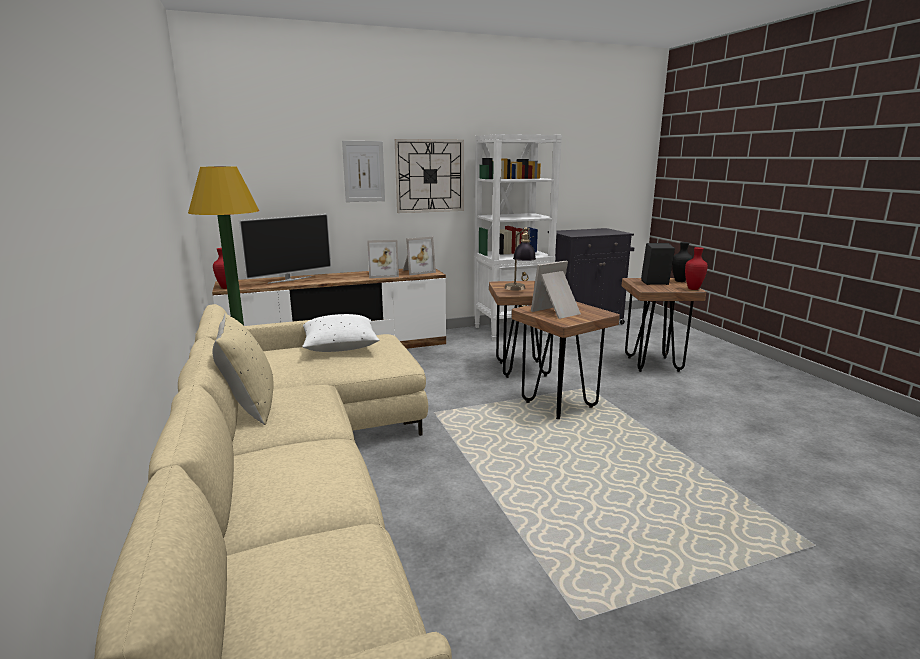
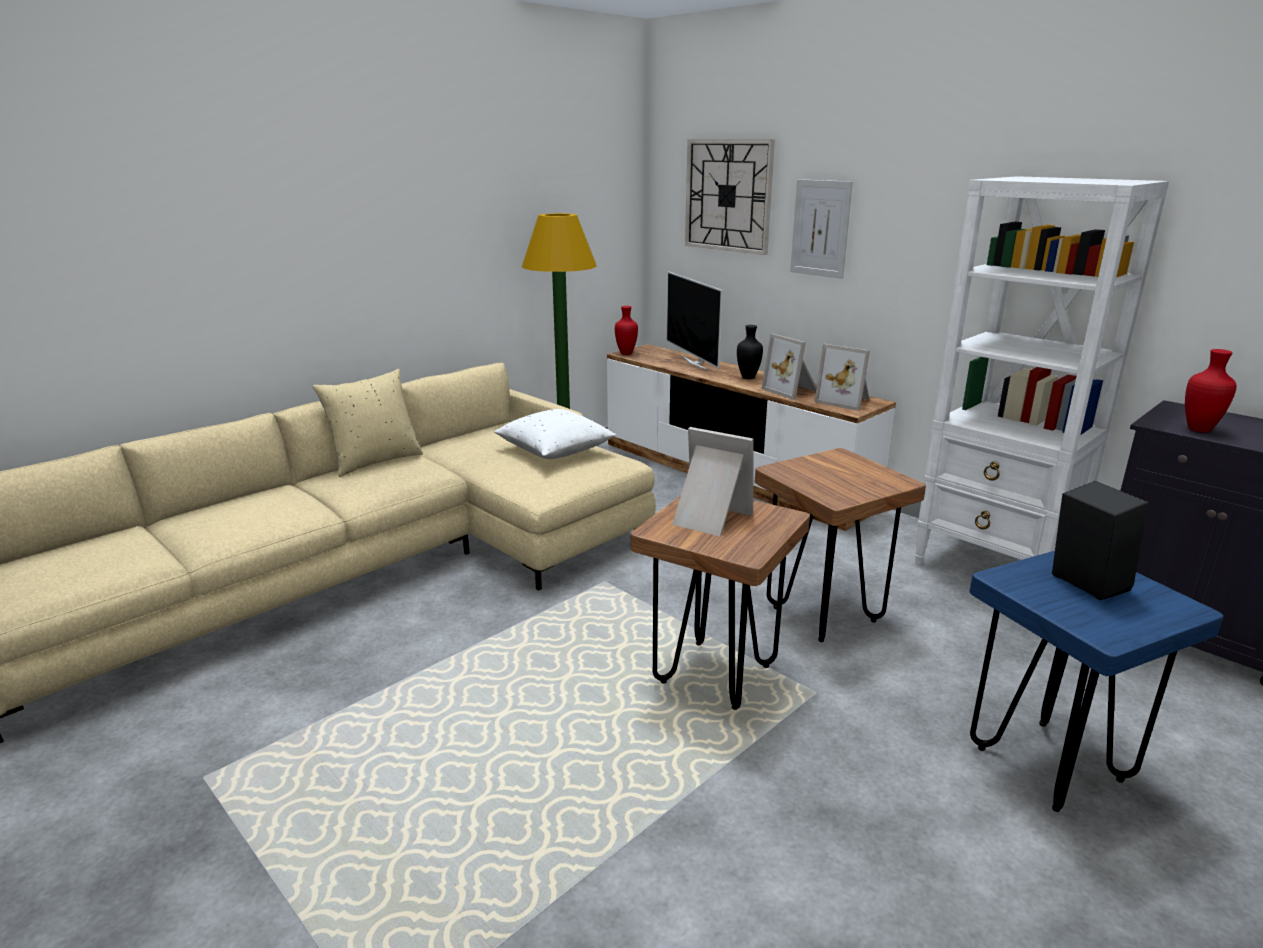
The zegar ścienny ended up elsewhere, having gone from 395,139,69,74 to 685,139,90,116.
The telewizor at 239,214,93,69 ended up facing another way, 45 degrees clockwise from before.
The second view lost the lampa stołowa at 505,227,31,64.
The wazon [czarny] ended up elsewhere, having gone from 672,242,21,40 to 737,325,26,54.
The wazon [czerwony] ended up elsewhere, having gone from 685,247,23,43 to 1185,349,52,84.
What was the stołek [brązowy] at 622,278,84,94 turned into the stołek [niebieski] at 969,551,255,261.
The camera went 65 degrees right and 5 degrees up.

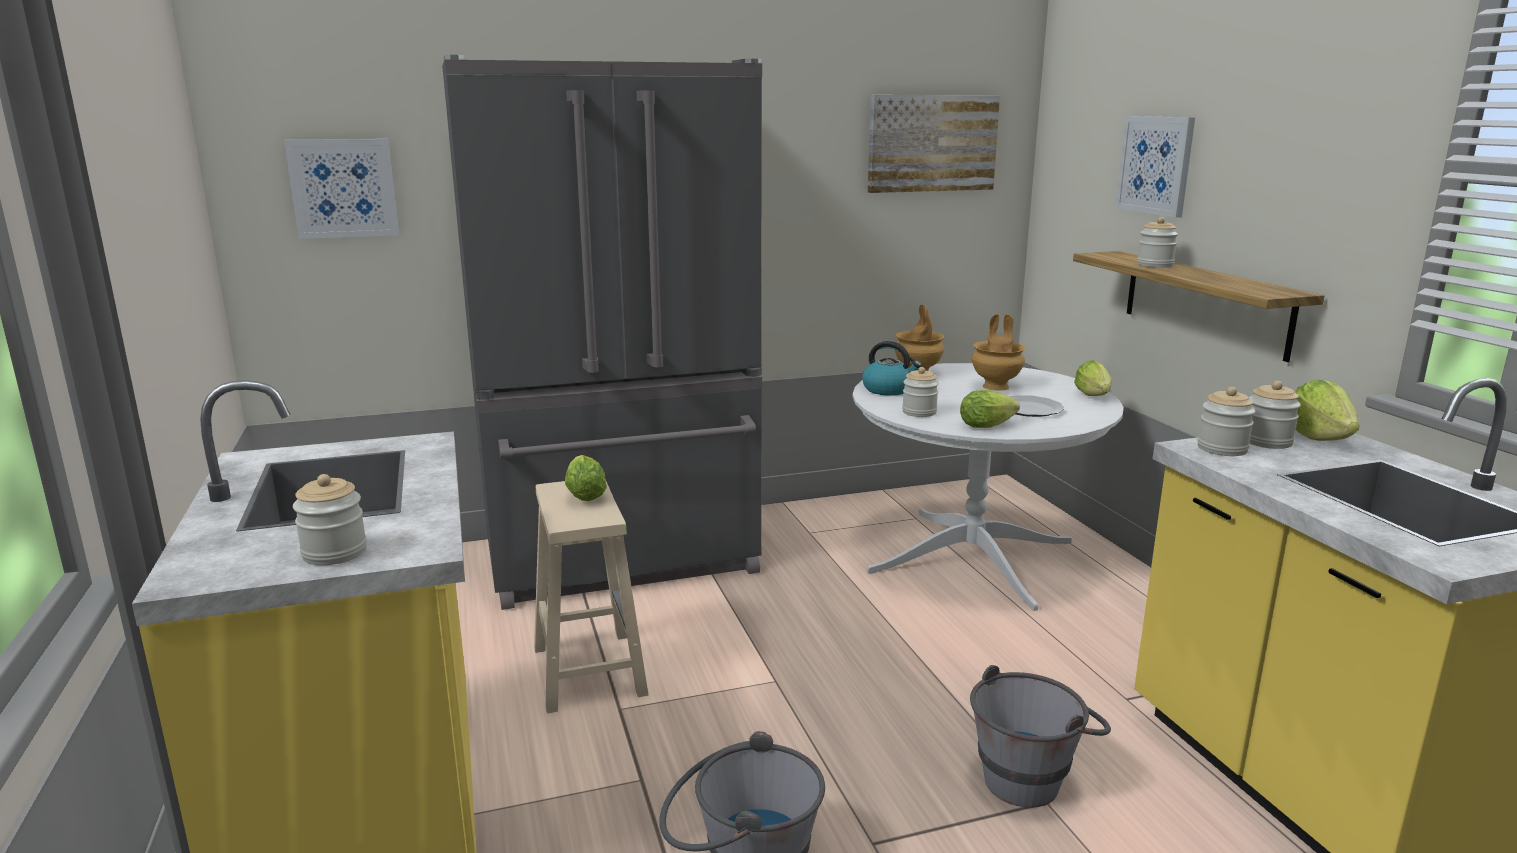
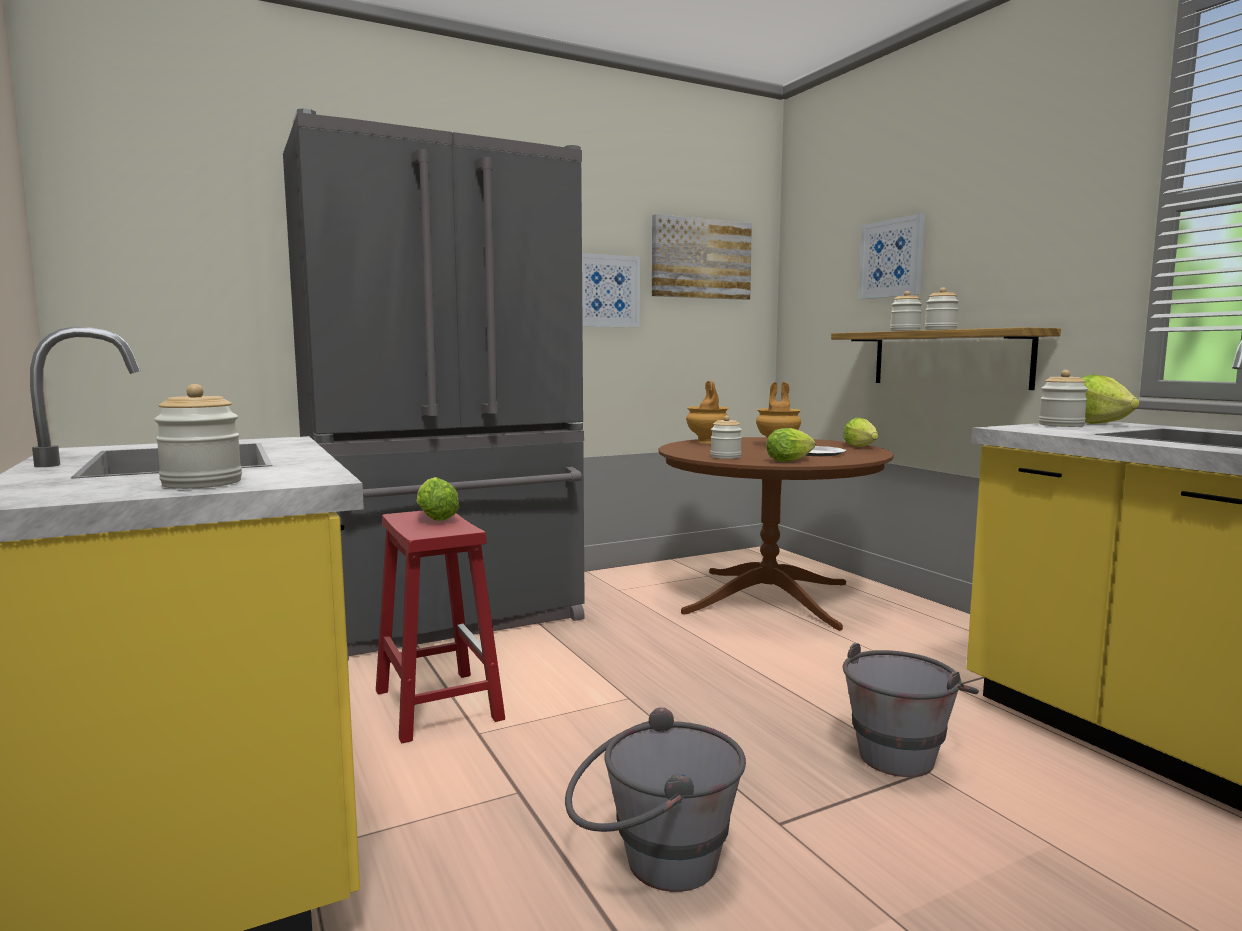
The obraz ended up elsewhere, having gone from 284,139,115,100 to 582,253,58,75.
The second view lost the czajnik at 862,341,60,55.
What was the stół jadalny [biały] at 853,363,271,248 turned into the stół jadalny [brązowy] at 659,437,235,194.
The słoik ended up elsewhere, having gone from 1197,387,59,69 to 925,287,34,43.
What was the stołek [beżowy] at 534,479,115,234 turned into the stołek [czerwony] at 376,511,129,232.
The camera went 10 degrees left and 10 degrees down.

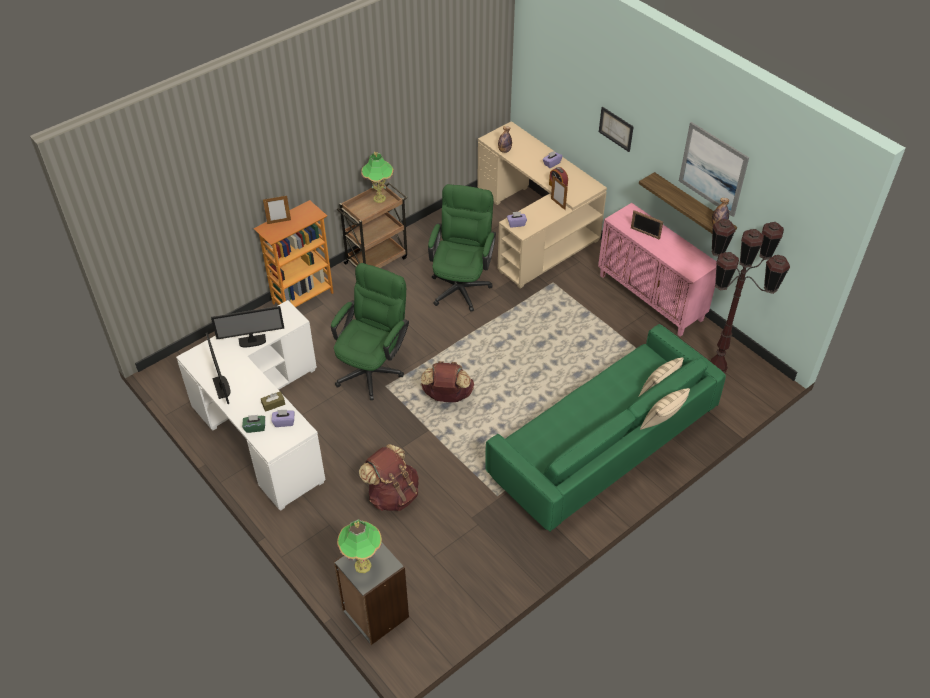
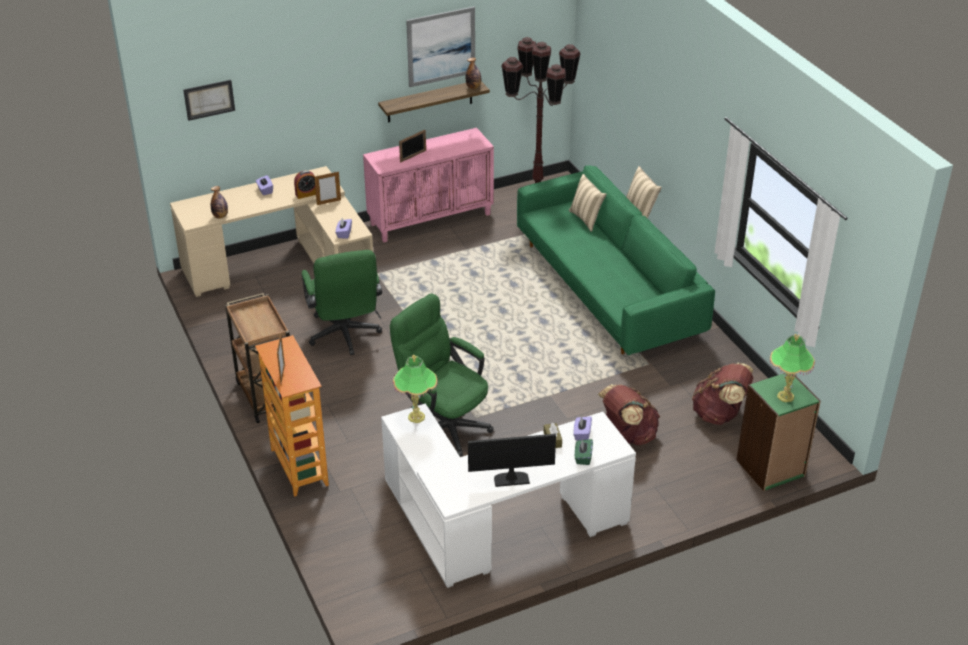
The obraz ended up elsewhere, having gone from 599,107,35,45 to 183,80,52,41.
The lampa stołowa ended up elsewhere, having gone from 361,152,33,51 to 393,355,45,68.
The krzesło biurowe [zielony] at 428,184,68,128 ended up facing another way, 135 degrees counterclockwise from before.
The second view lost the monitor at 211,306,73,41.
The plecak [brązowy] ended up elsewhere, having gone from 421,361,53,41 to 692,363,61,62.
What was the regał [szary] at 334,543,75,102 turned into the regał [zielony] at 736,373,85,118.
The camera went 75 degrees left and 10 degrees down.

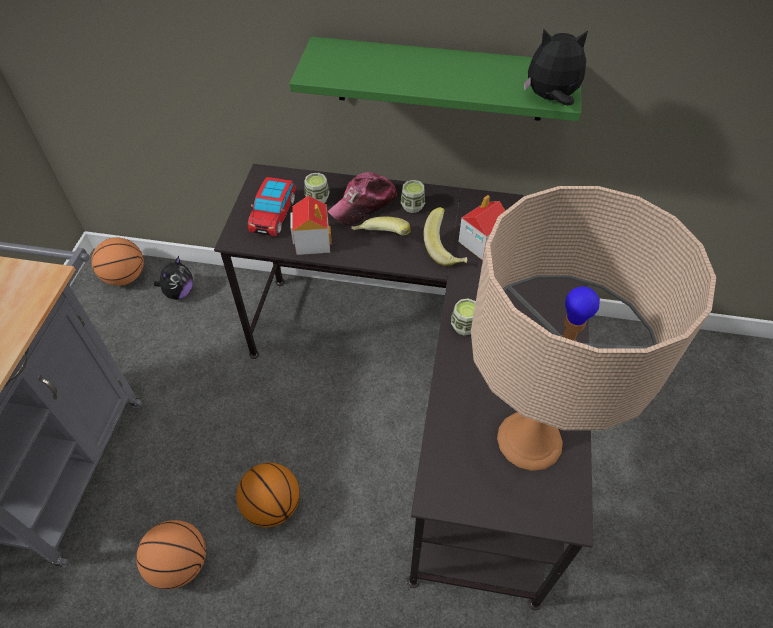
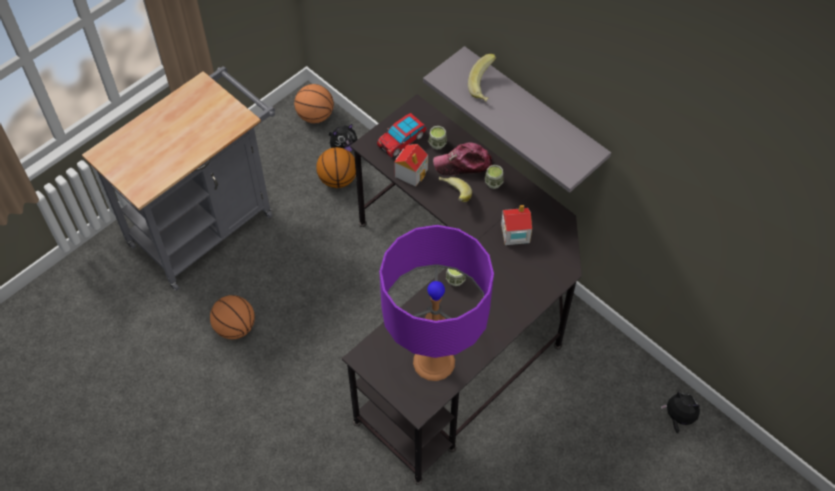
The pluszak ended up elsewhere, having gone from 524,29,64,77 to 661,391,39,42.
What was the półka [zielony] at 289,37,292,84 turned into the półka [szary] at 423,46,188,147.
What was the lampa stołowa [beżowy] at 471,186,245,285 turned into the lampa stołowa [fioletowy] at 379,225,115,156.
The banan ended up elsewhere, having gone from 423,207,44,59 to 468,54,28,47.
The piłka do koszykówki ended up elsewhere, having gone from 236,463,64,64 to 316,147,40,41.
The camera went 35 degrees right and 5 degrees up.

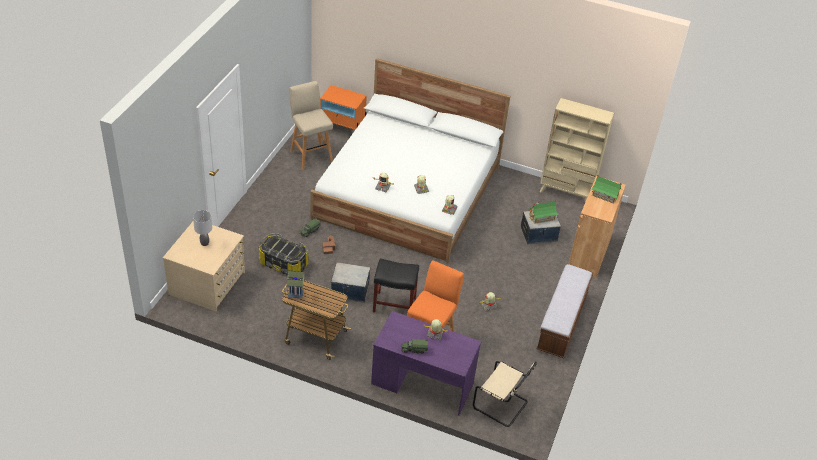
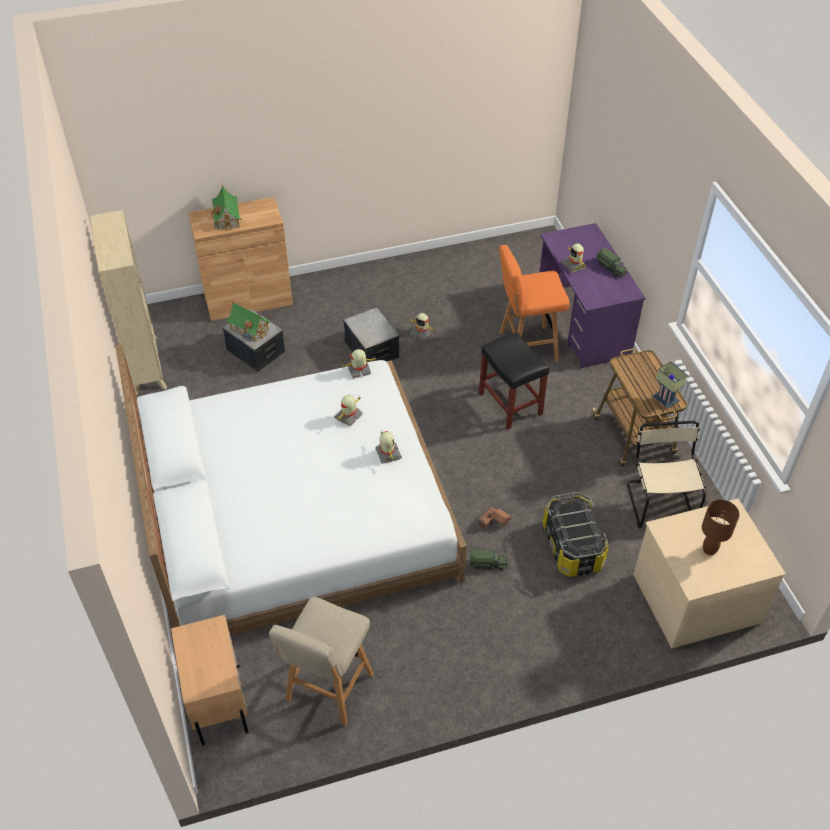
What was the szafka nocna [pomarańczowy] at 320,85,47,45 turned into the szafka nocna [beżowy] at 171,615,77,131.
What was the lampa stołowa [szary] at 193,210,19,36 turned into the lampa stołowa [brązowy] at 702,500,37,55.
The pojemnik do przechowywania ended up elsewhere, having gone from 331,262,39,40 to 343,307,57,55.
The second view lost the ławka at 536,264,58,94.
The krzesło [beżowy] ended up elsewhere, having gone from 473,361,64,66 to 627,421,79,107.
The camera went 125 degrees left and 5 degrees up.

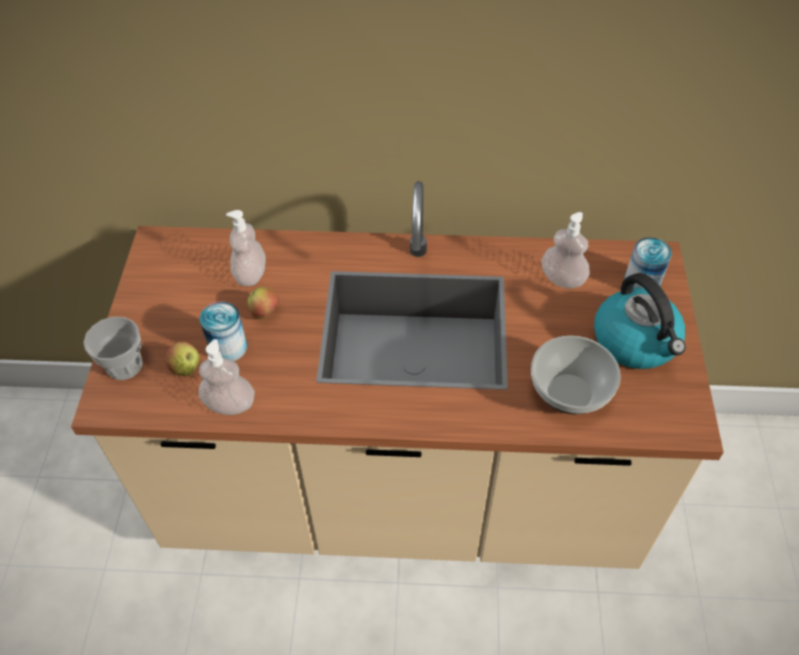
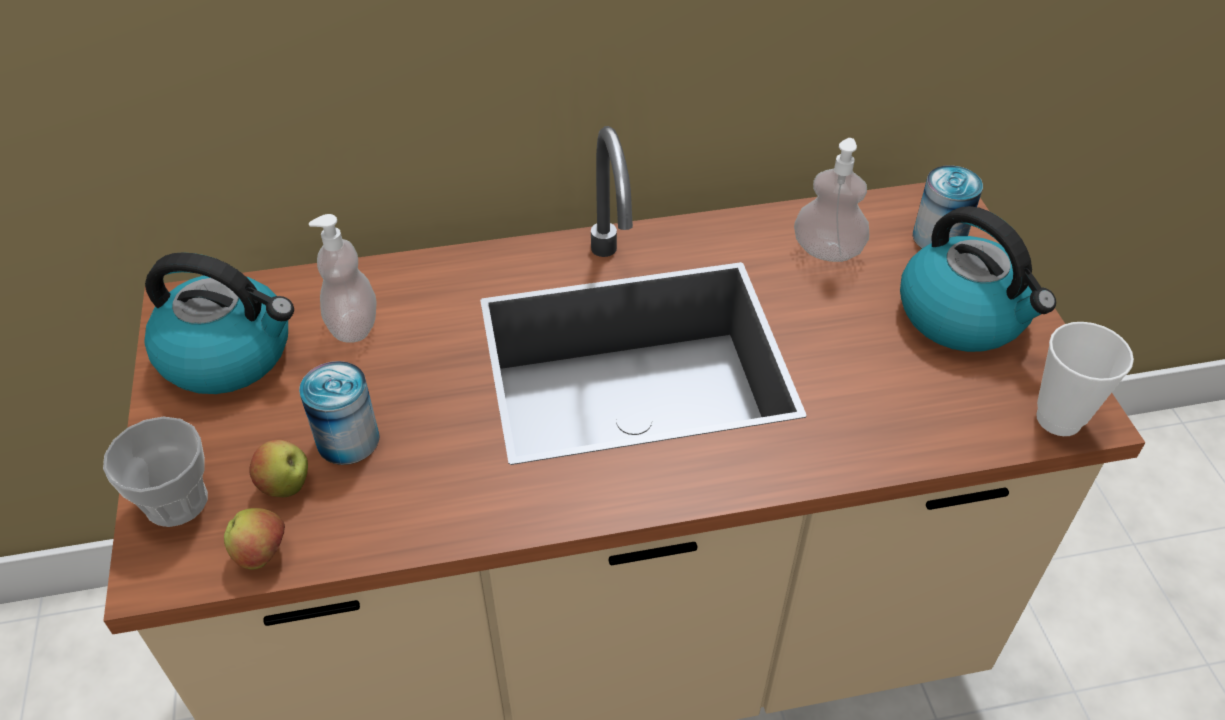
The jabłko ended up elsewhere, having gone from 247,287,32,33 to 224,508,61,61.
The second view lost the miska at 531,336,90,78.
The second view lost the dozownik mydła at 199,339,56,76.
The second view gained the czajnik at 145,252,149,142.
The second view gained the filiżanka at 1036,322,98,114.
The camera went 15 degrees left and 5 degrees down.

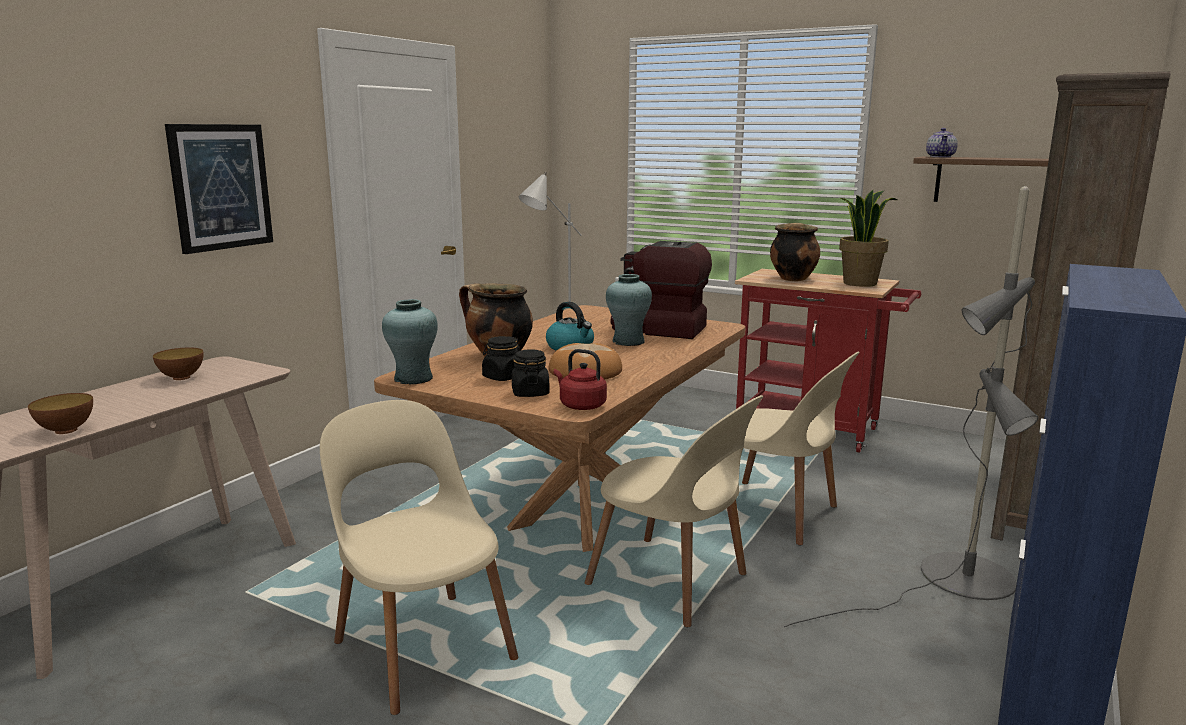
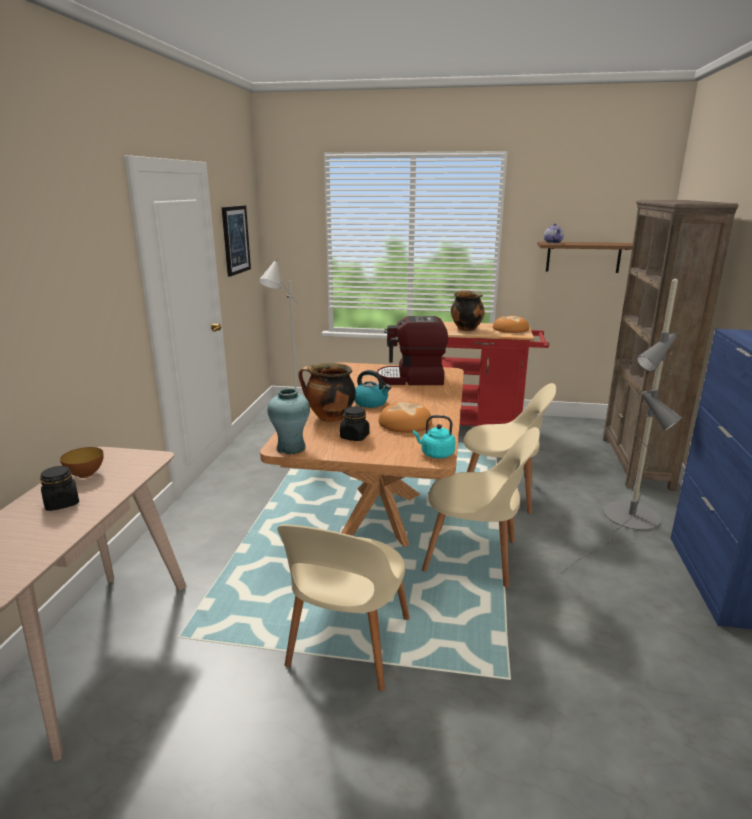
The obraz ended up elsewhere, having gone from 165,124,108,130 to 222,205,29,72.
Where the roślina doniczkowa stood at 839,190,58,97, the chleb came to stand at 493,316,36,17.
The second view lost the wazon [turkusowy] at 606,274,46,72.
The słoik [czarny] ended up elsewhere, having gone from 512,349,38,48 to 40,466,39,45.
What was the czajnik [czerwony] at 554,349,53,61 turned into the czajnik [turkusowy] at 413,415,43,44.
The second view lost the miska at 28,393,65,41.
The krzesło [beżowy] at 320,400,198,315 ended up facing another way, 105 degrees counterclockwise from before.
The camera went 20 degrees left and 5 degrees up.

